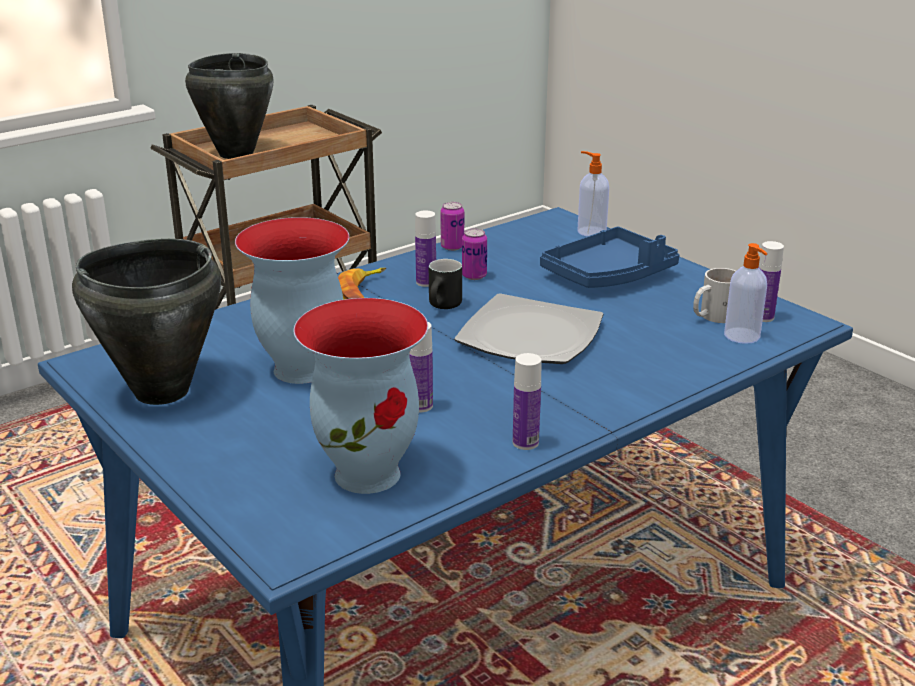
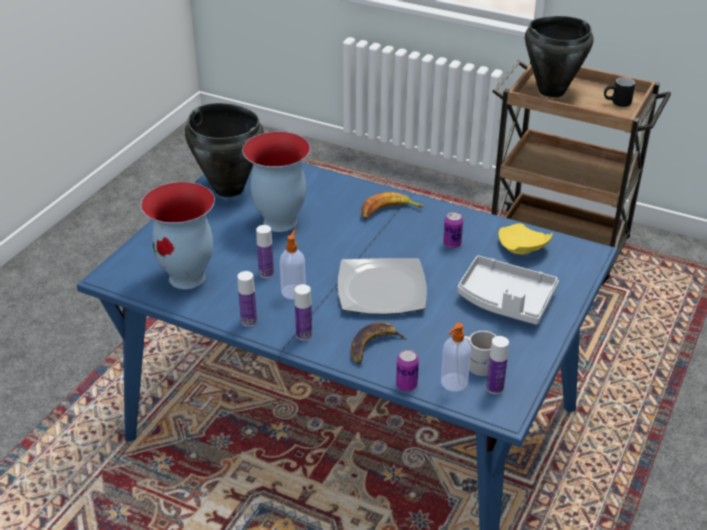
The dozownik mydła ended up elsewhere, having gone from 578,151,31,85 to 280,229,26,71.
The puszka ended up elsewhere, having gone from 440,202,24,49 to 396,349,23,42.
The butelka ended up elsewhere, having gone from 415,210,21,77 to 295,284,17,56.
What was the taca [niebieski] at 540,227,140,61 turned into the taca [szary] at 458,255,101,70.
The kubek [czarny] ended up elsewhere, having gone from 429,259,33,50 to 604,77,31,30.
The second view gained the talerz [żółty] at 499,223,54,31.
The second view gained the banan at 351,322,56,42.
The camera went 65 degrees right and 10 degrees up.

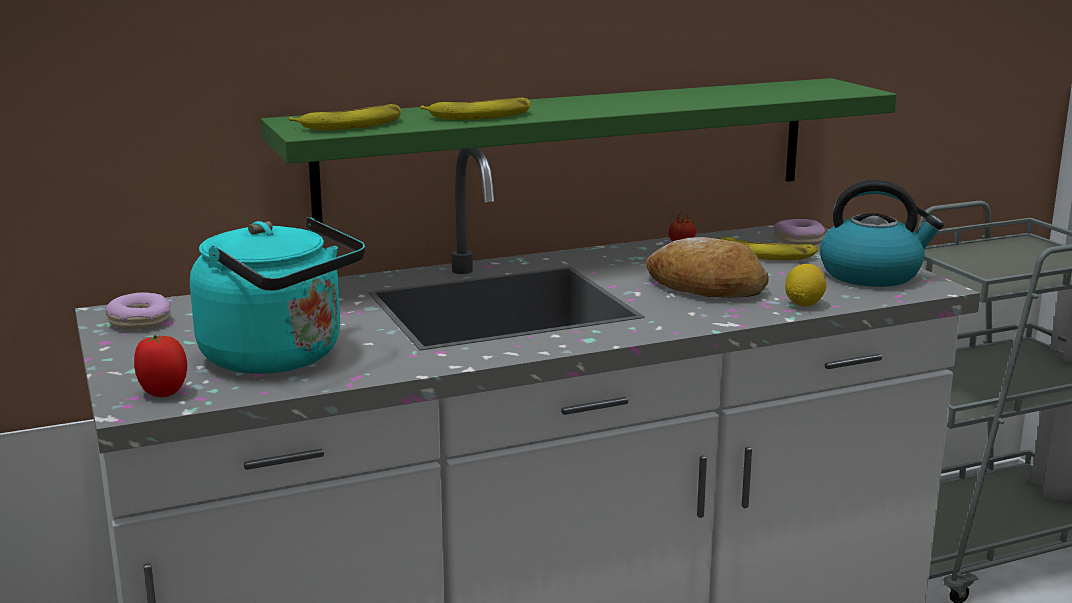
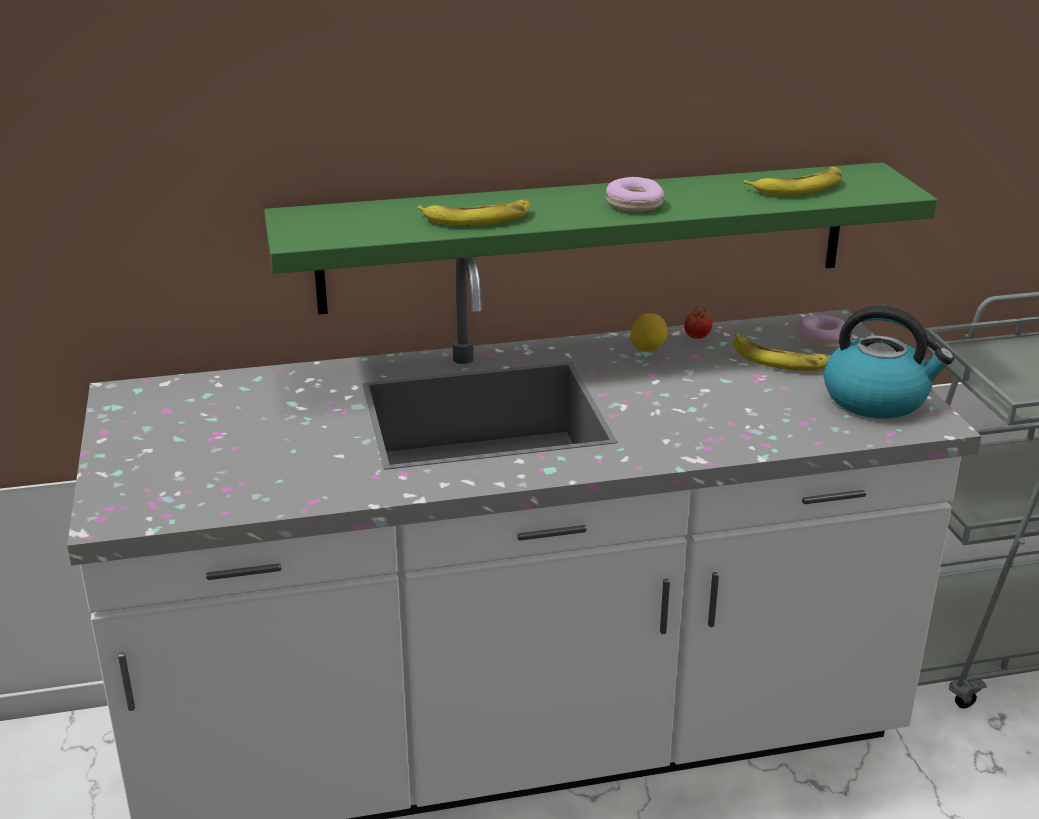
The banan ended up elsewhere, having gone from 289,104,113,26 to 743,167,100,29.
The second view lost the czajnik [turkusowy] at 190,217,175,157.
The second view lost the chleb at 646,237,123,61.
The cytryna ended up elsewhere, having gone from 785,264,41,43 to 630,313,38,39.
The donut ended up elsewhere, having gone from 106,292,65,37 to 606,177,58,34.
The second view lost the pomidor at 134,335,53,62.
The camera went 10 degrees right and 10 degrees up.

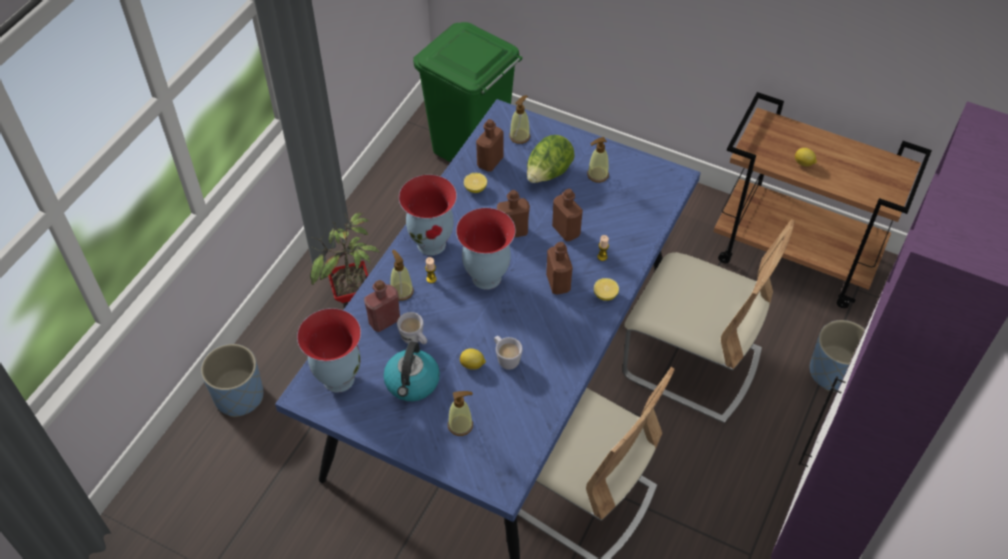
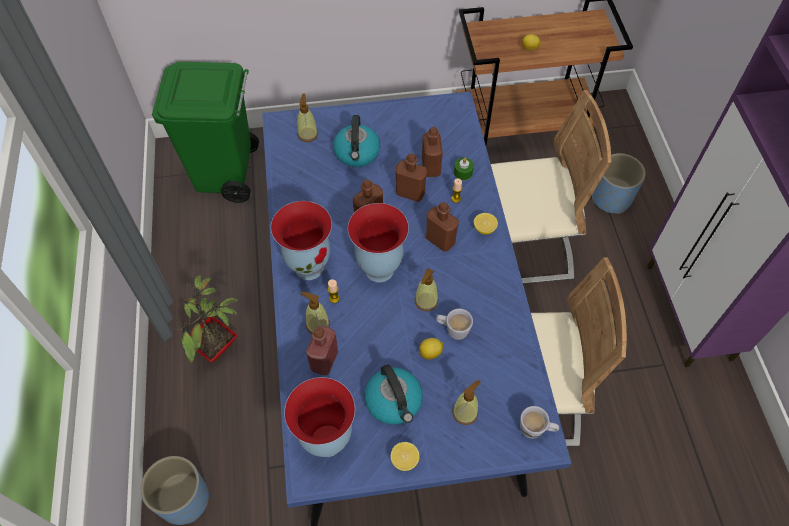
The butelka [brązowy] ended up elsewhere, having gone from 476,119,28,52 to 422,127,21,50.
Where the sałata stood at 527,135,48,48, the czajnik came to stand at 333,115,47,52.
The dozownik mydła ended up elsewhere, having gone from 587,137,22,46 to 415,268,23,43.
The cytryna ended up elsewhere, having gone from 464,173,23,20 to 390,442,30,29.
The kubek [biały] ended up elsewhere, having gone from 397,312,30,33 to 520,406,39,33.
The second view gained the świeca [zielony] at 454,158,20,22.
The camera went 35 degrees left and 5 degrees up.

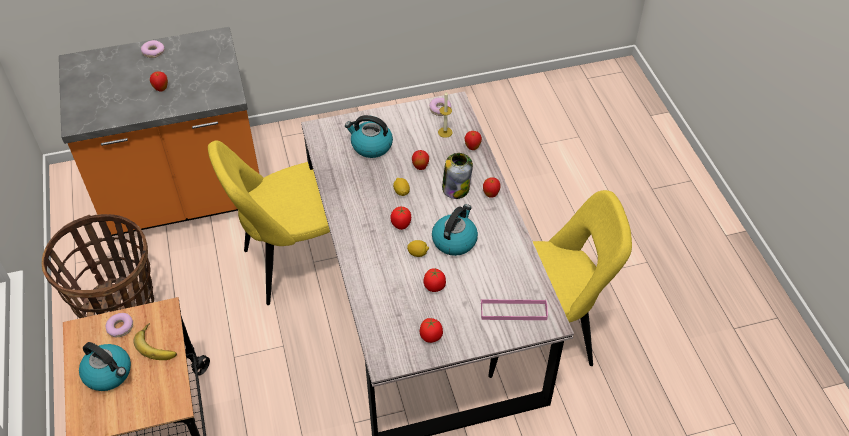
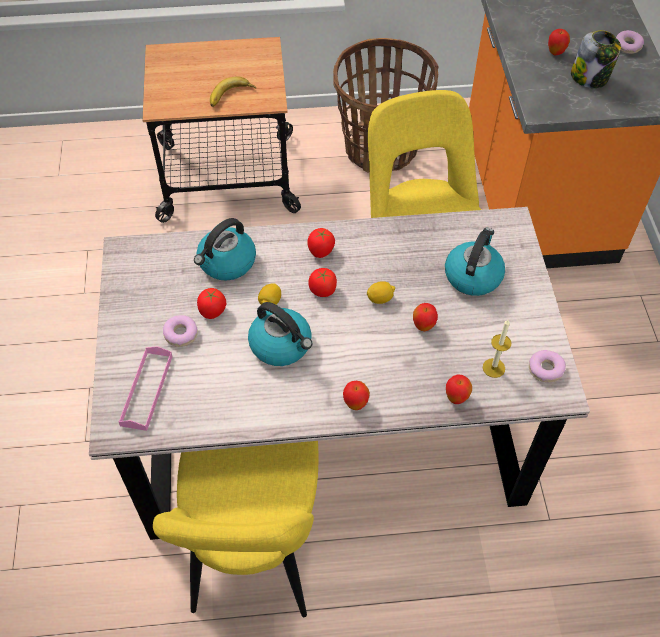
The słoik ended up elsewhere, having gone from 442,153,31,46 to 571,30,50,58.
The donut ended up elsewhere, having gone from 105,313,28,24 to 163,315,35,32.
The pomidor ended up elsewhere, having gone from 420,318,23,25 to 307,228,28,30.
The czajnik ended up elsewhere, having gone from 79,342,52,49 to 194,218,62,63.
The camera went 100 degrees right and 5 degrees up.

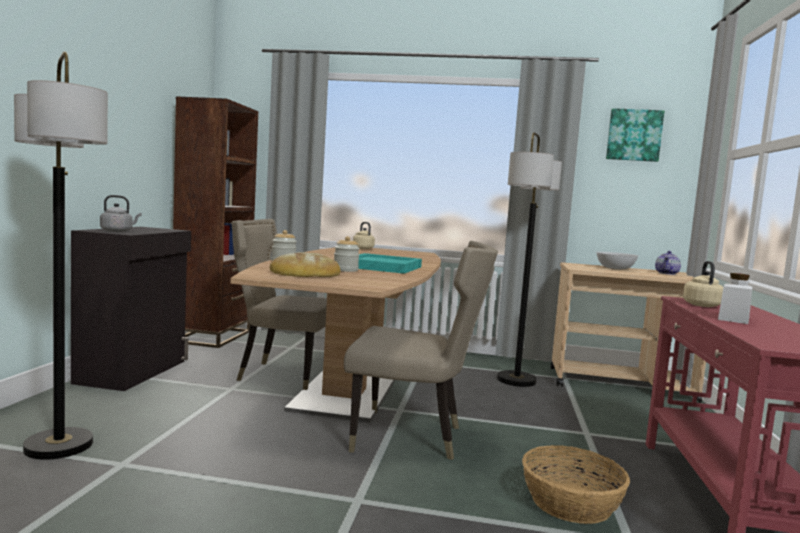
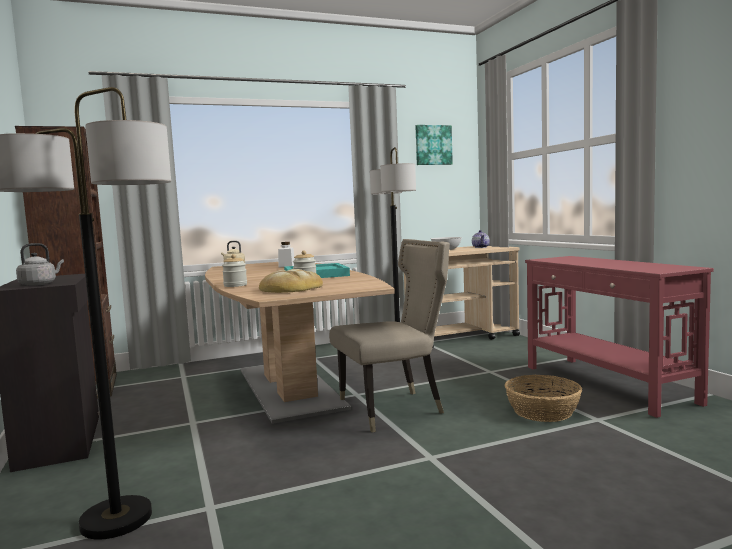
The second view lost the krzesło [beżowy] at 231,219,96,171.
The second view lost the czajnik [beżowy] at 683,261,40,46.
The słoik [biały] ended up elsewhere, having gone from 718,273,34,51 to 278,242,17,25.
The camera went 30 degrees left and 0 degrees up.

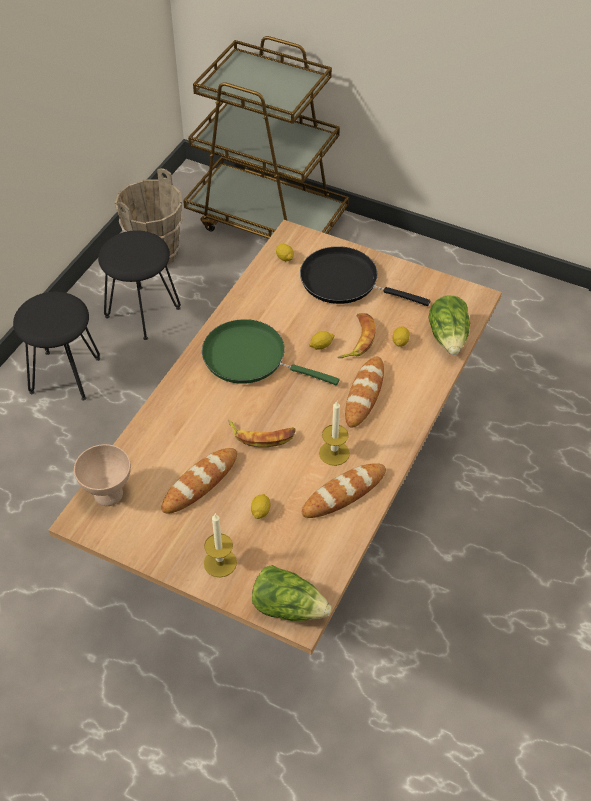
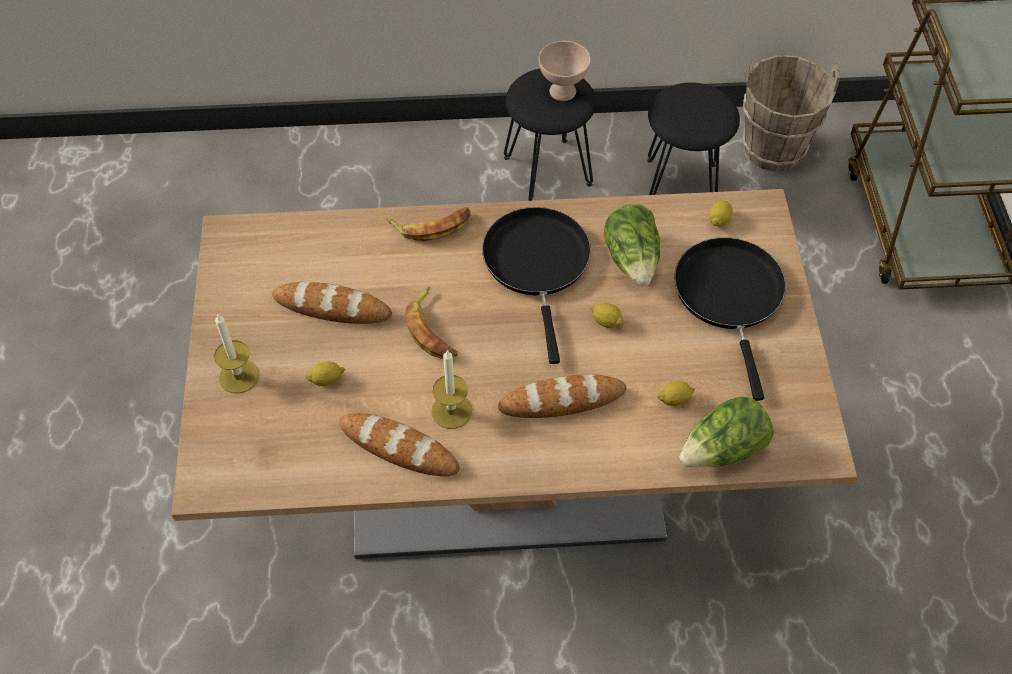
The banan ended up elsewhere, having gone from 337,313,39,45 to 386,207,85,34.
What was the patelnia [zielony] at 202,319,138,66 turned into the patelnia [czarny] at 482,207,109,157.
The miska [beżowy] ended up elsewhere, having gone from 74,444,57,62 to 539,41,52,60.
The sałata ended up elsewhere, having gone from 252,565,79,56 to 604,204,56,82.
The camera went 60 degrees right and 5 degrees up.

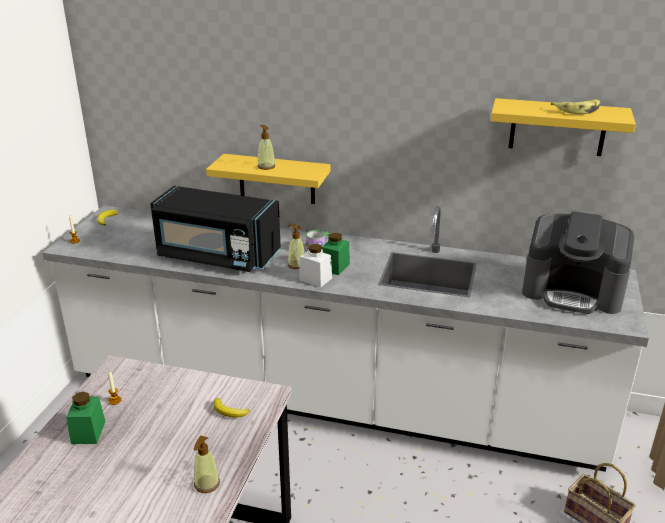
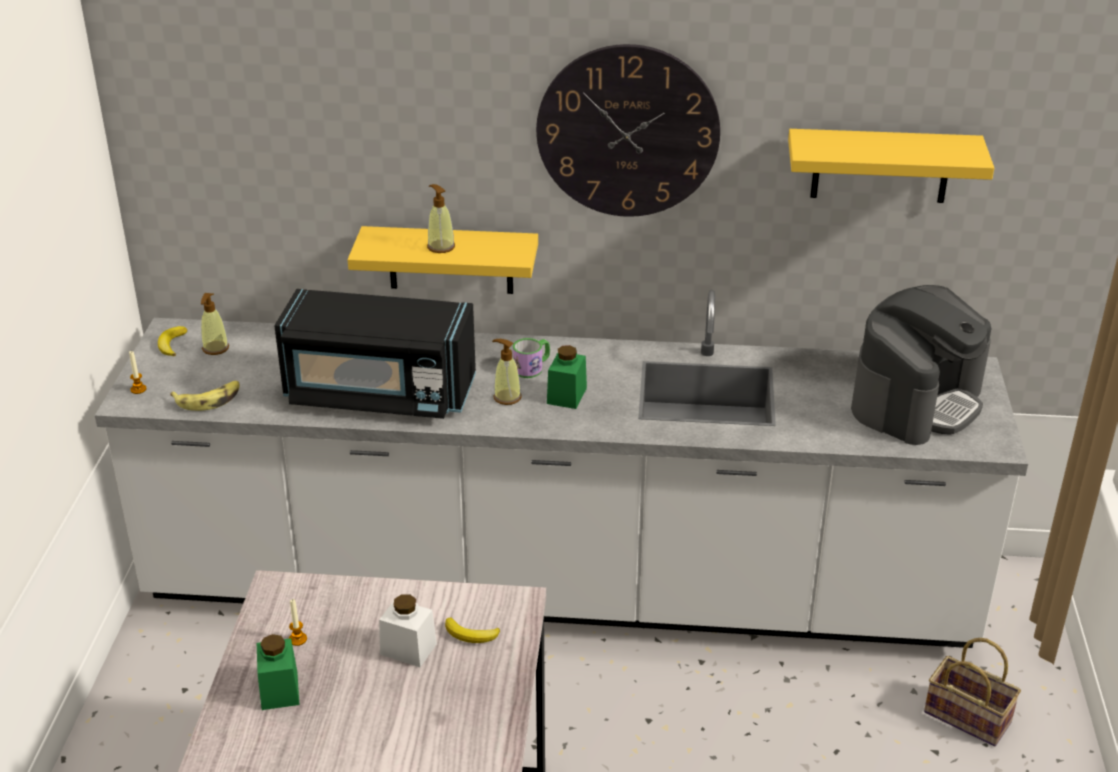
The banan ended up elsewhere, having gone from 551,100,49,14 to 170,381,69,30.
The ekspres do kawy at 522,211,112,103 ended up facing another way, 60 degrees counterclockwise from before.
The słoik [biały] ended up elsewhere, having gone from 299,244,33,43 to 379,594,58,73.
The dozownik mydła ended up elsewhere, having gone from 193,436,27,57 to 201,293,28,62.
The second view gained the zegar ścienny at 536,44,184,173.
The camera went 10 degrees left and 5 degrees up.

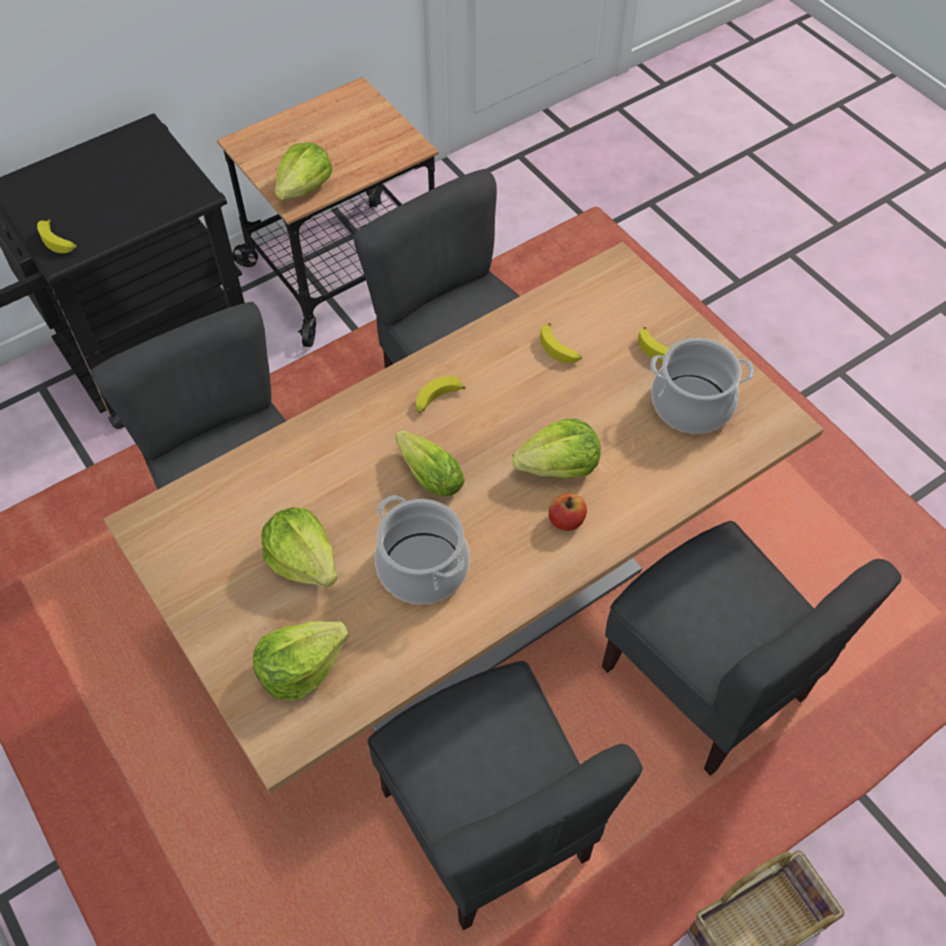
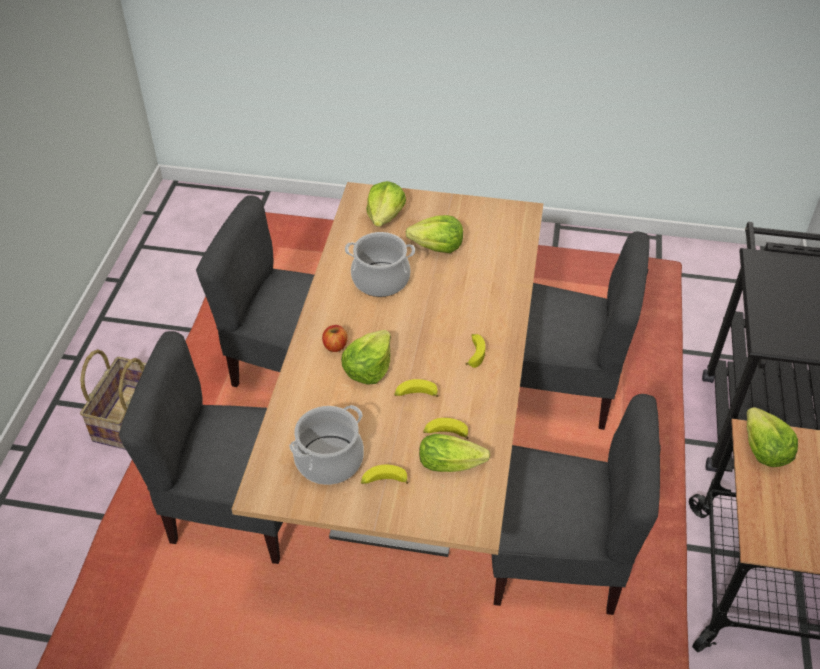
The banan ended up elsewhere, having gone from 37,219,40,34 to 394,379,45,18.
The sałata ended up elsewhere, having gone from 395,430,70,66 to 419,434,71,38.
The camera went 135 degrees right and 10 degrees down.

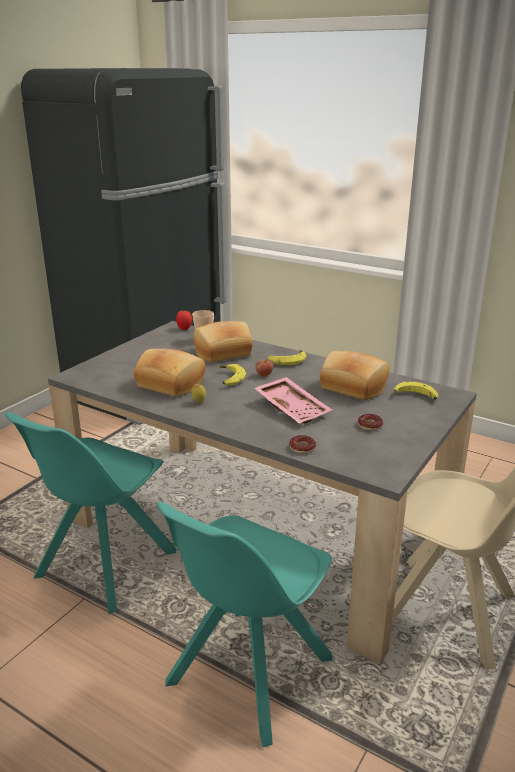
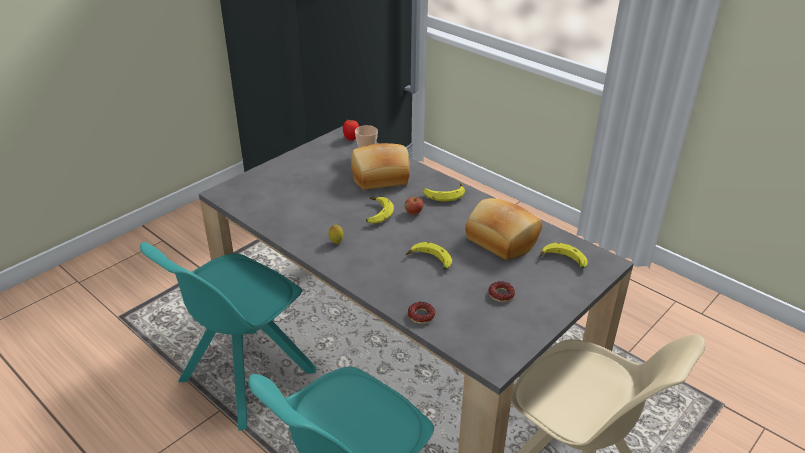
The second view lost the chleb at 134,349,71,47.
Where the taca [różowy] stood at 254,377,78,47, the banan came to stand at 405,242,47,28.
The camera went 10 degrees right and 10 degrees up.

